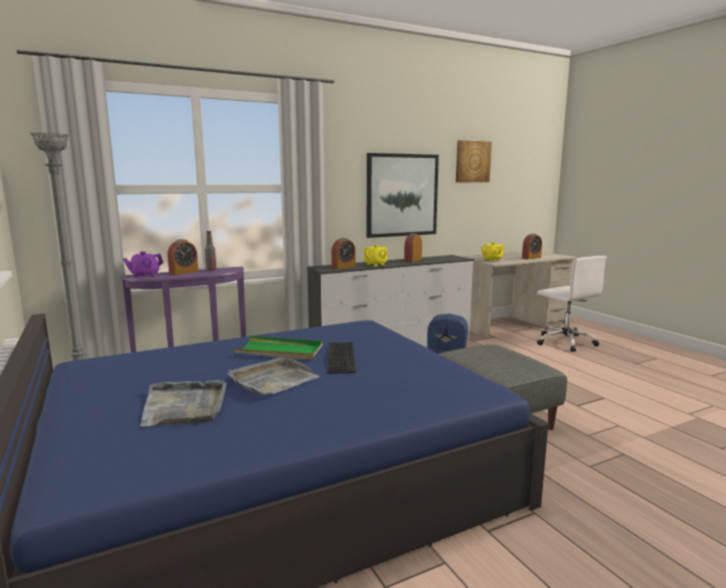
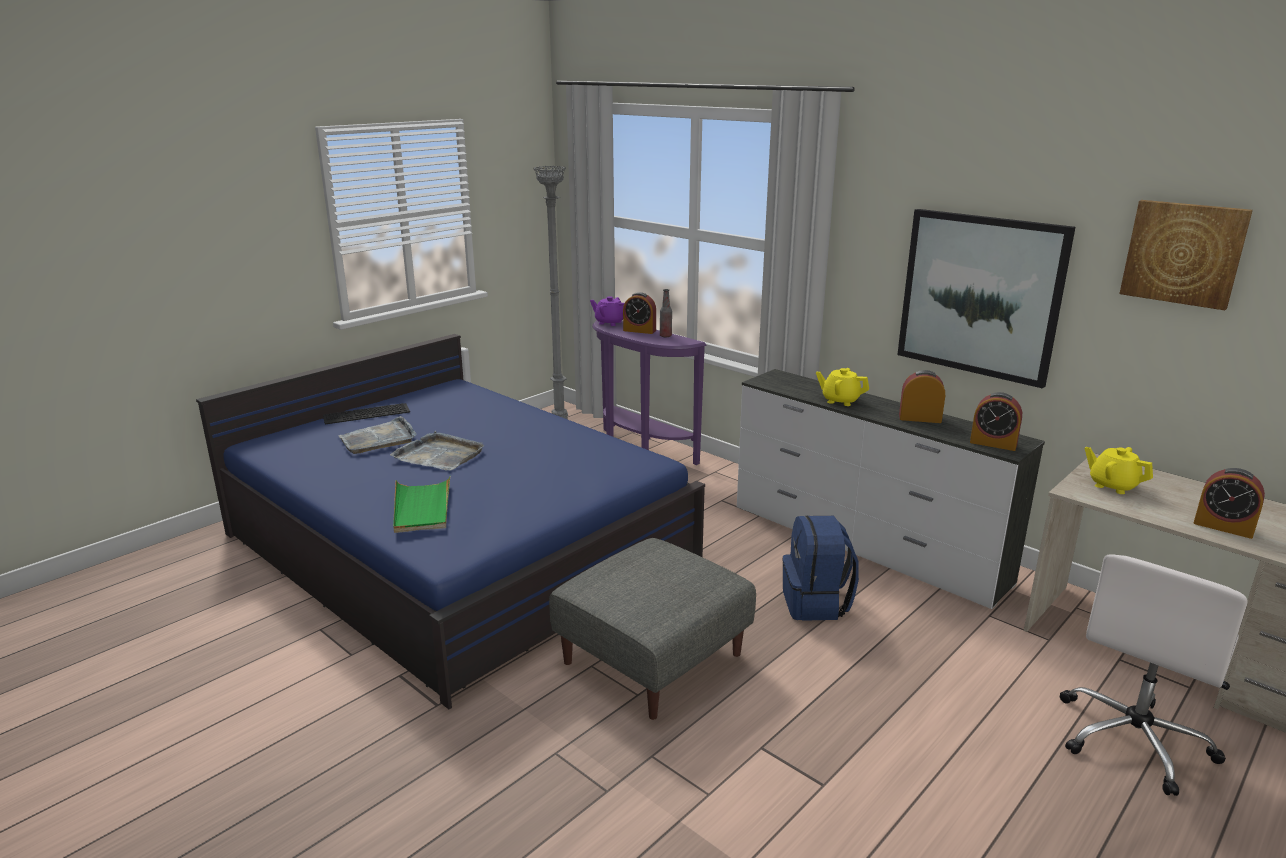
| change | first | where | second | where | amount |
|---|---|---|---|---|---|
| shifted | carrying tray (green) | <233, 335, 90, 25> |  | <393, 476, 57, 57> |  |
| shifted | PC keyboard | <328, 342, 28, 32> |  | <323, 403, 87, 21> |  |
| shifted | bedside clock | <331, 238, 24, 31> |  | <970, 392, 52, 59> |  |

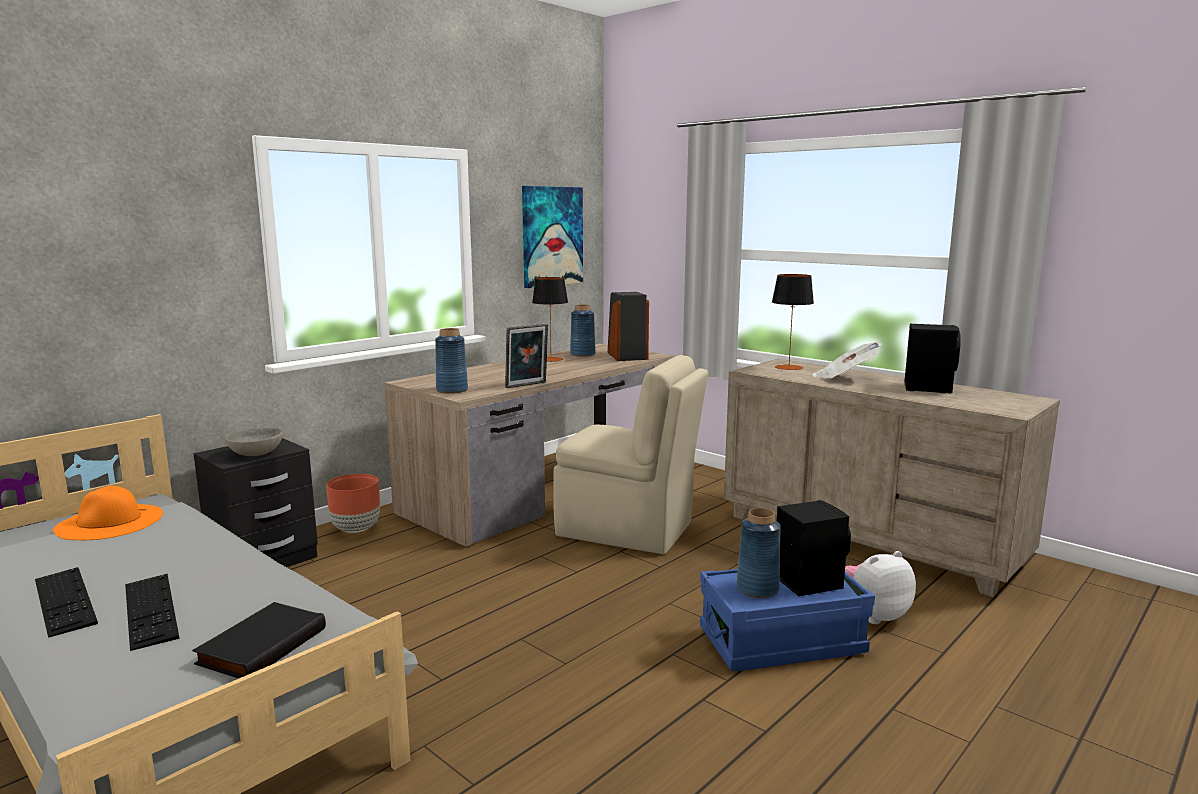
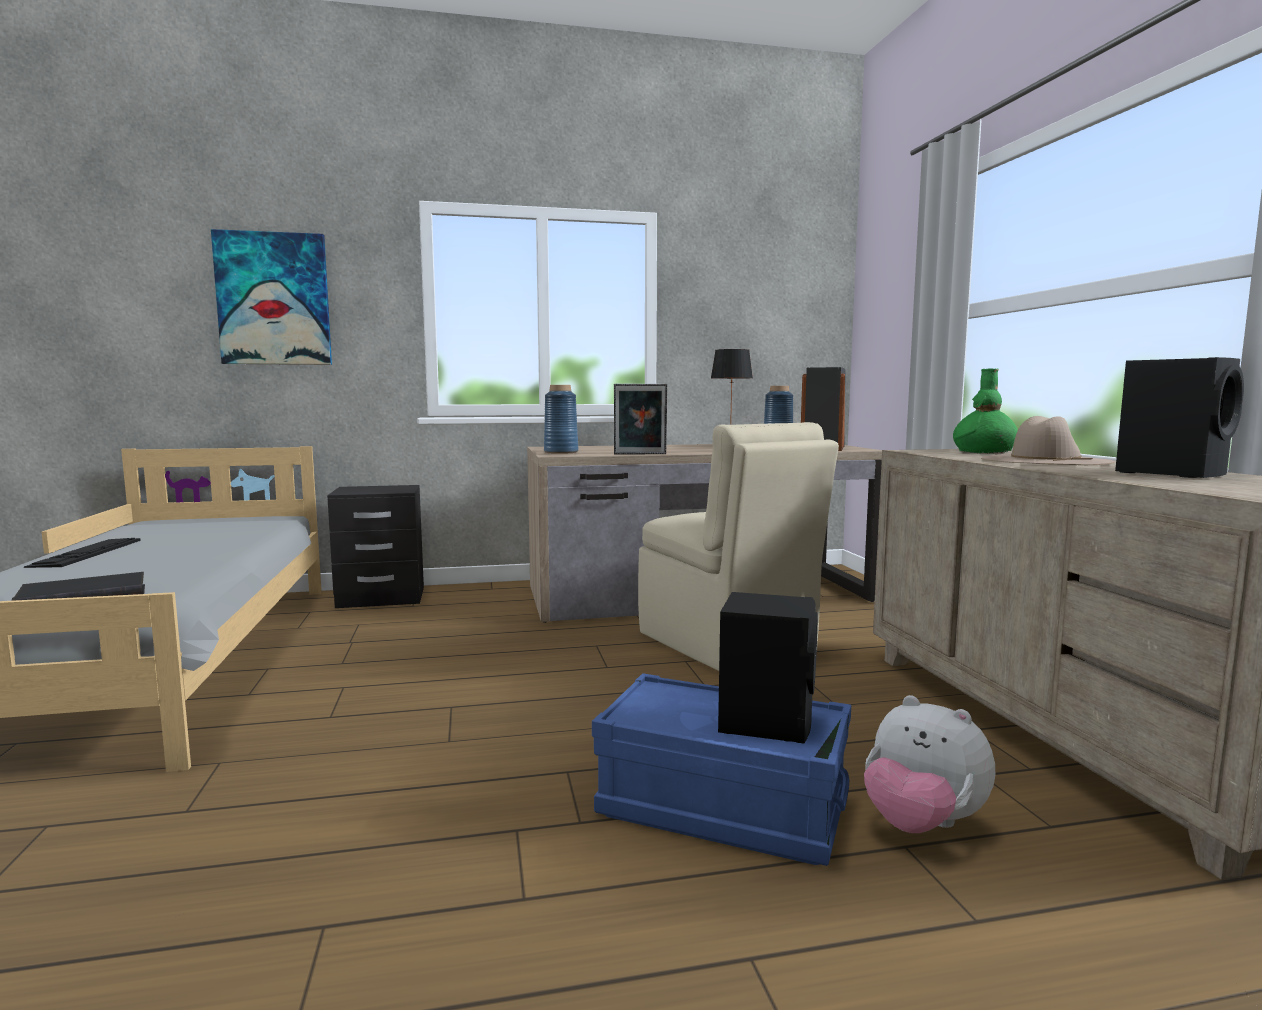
| change | first | where | second | where | amount |
|---|---|---|---|---|---|
| gone | wearable hat (orange) | <53, 486, 110, 54> |  |  |  |
| gone | PC keyboard | <125, 574, 55, 77> |  |  |  |
| gone | bowl (gray) | <225, 428, 58, 28> |  |  |  |
| gone | flower pot (brownish) | <326, 474, 54, 59> |  |  |  |
| gone | vase (blue) | <736, 508, 45, 90> |  |  |  |
| shifted | wall picture | <522, 186, 61, 102> |  | <211, 229, 121, 136> |  |
| swapped | tabletop lamp | <772, 274, 42, 96> | vase (green) | <953, 368, 65, 86> |  |
| swapped | newspaper | <812, 342, 70, 37> | wearable hat (beige) | <981, 416, 134, 49> |  |
| rotated | soft toy | <845, 551, 71, 73> |  | <864, 695, 131, 138> | 150 degrees counterclockwise |

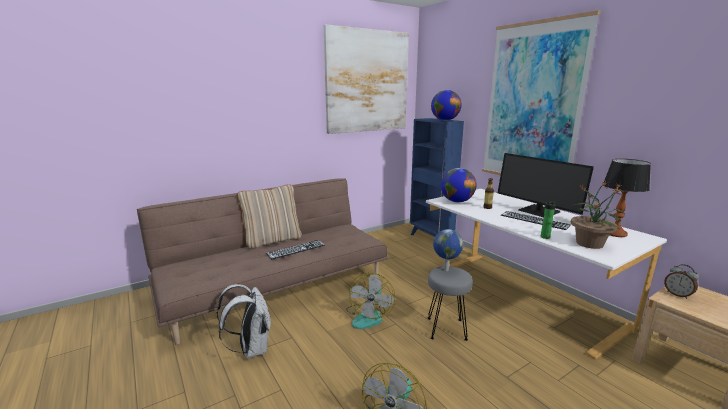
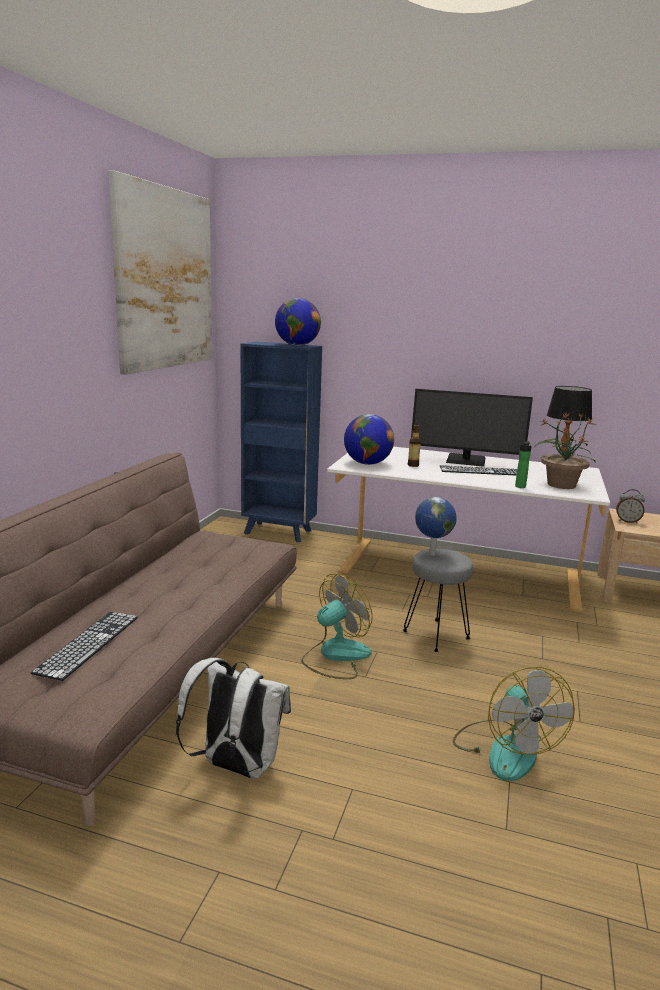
| change | first | where | second | where | amount |
|---|---|---|---|---|---|
| gone | pillow (beige) | <237, 184, 65, 65> |  |  |  |
| gone | wall picture | <482, 10, 119, 165> |  |  |  |
| shifted | PC keyboard | <266, 240, 59, 19> |  | <30, 612, 108, 69> |  |
| rotated | cooling fan | <346, 273, 49, 56> |  | <301, 574, 72, 105> | 105 degrees counterclockwise |

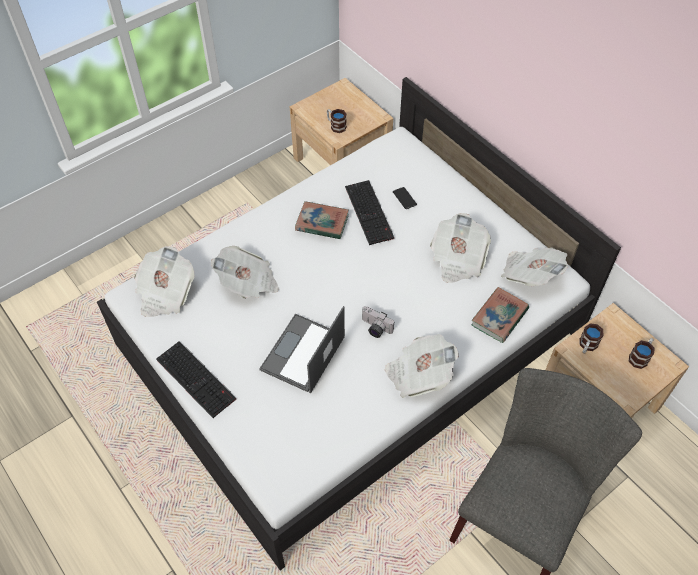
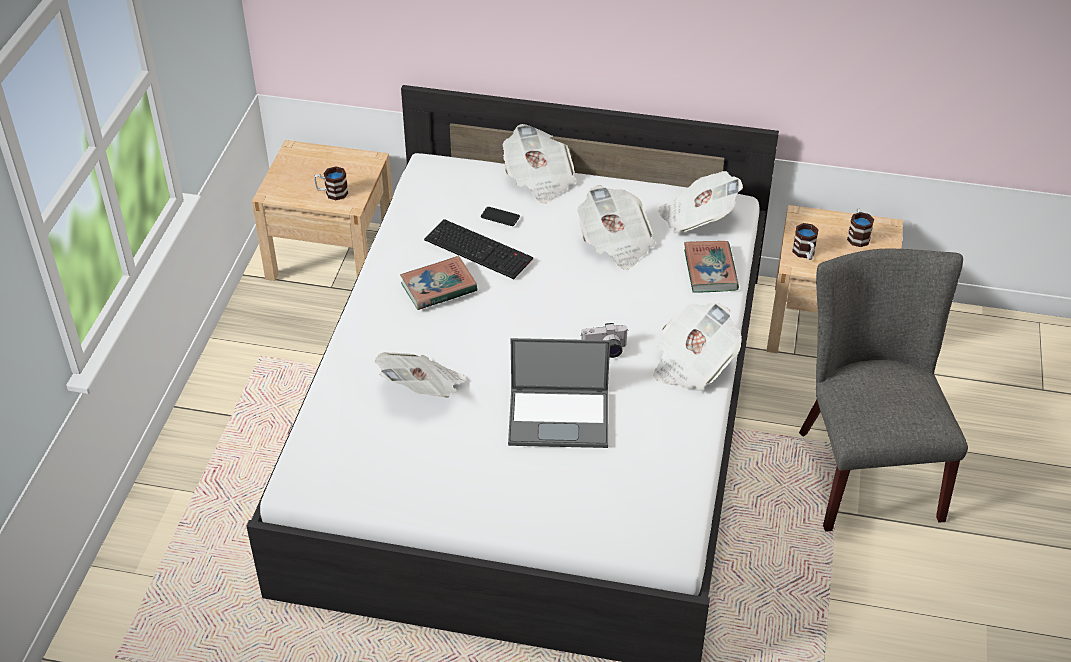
| change | first | where | second | where | amount |
|---|---|---|---|---|---|
| gone | PC keyboard | <156, 341, 81, 77> |  |  |  |
| shifted | newspaper | <134, 246, 60, 71> |  | <503, 124, 73, 80> |  |
| rotated | notebook computer | <259, 306, 86, 87> |  | <508, 338, 102, 110> | 75 degrees counterclockwise |

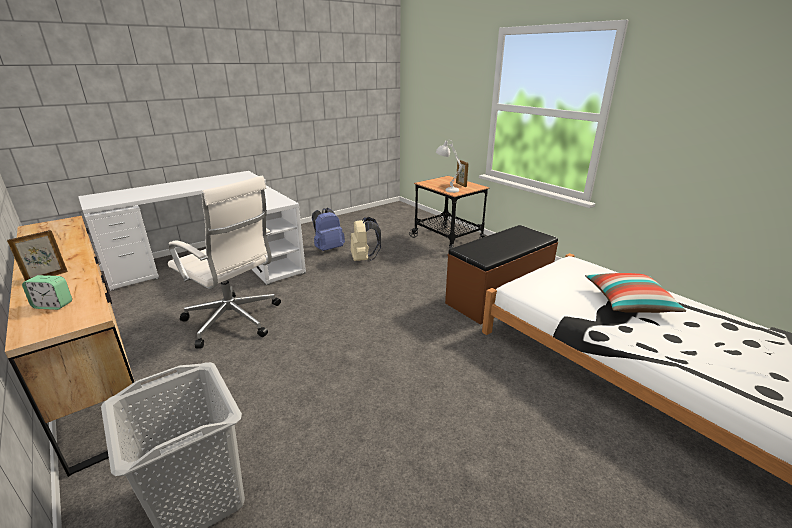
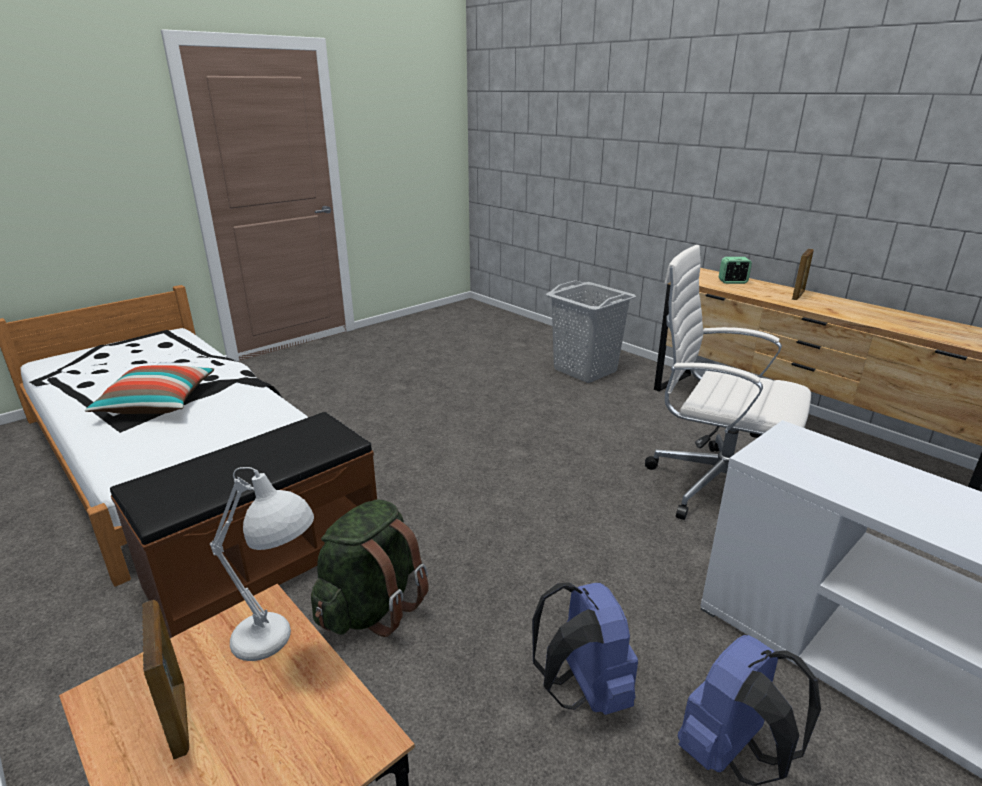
| change | first | where | second | where | amount |
|---|---|---|---|---|---|
| new |  |  | backpack (green) | <311, 499, 118, 138> |  |
| repainted | backpack (beige) | <351, 217, 30, 44> | backpack (blue) | <532, 582, 106, 133> |  |

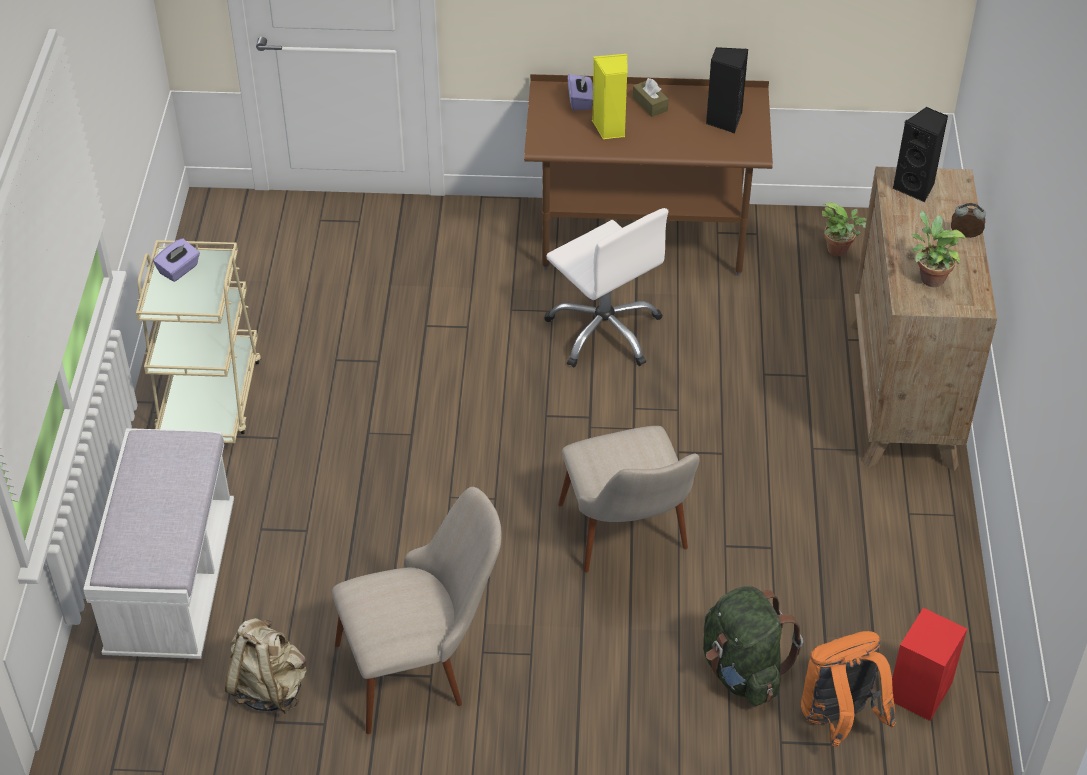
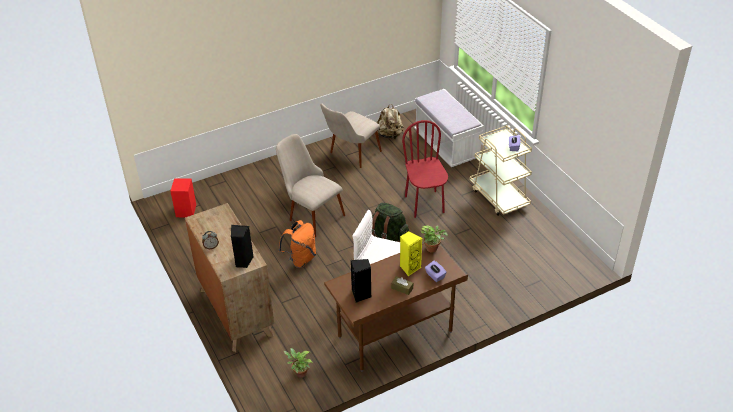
| change | first | where | second | where | amount |
|---|---|---|---|---|---|
| new |  |  | plain chair (red-coloured) | <402, 120, 46, 98> |  |
| shifted | backpack (green) | <703, 586, 100, 120> |  | <372, 203, 37, 39> |  |
| shifted | backpack (orange) | <801, 631, 95, 116> |  | <278, 220, 38, 48> |  |
| shifted | plant in a pot | <912, 210, 55, 77> |  | <420, 225, 28, 28> |  |

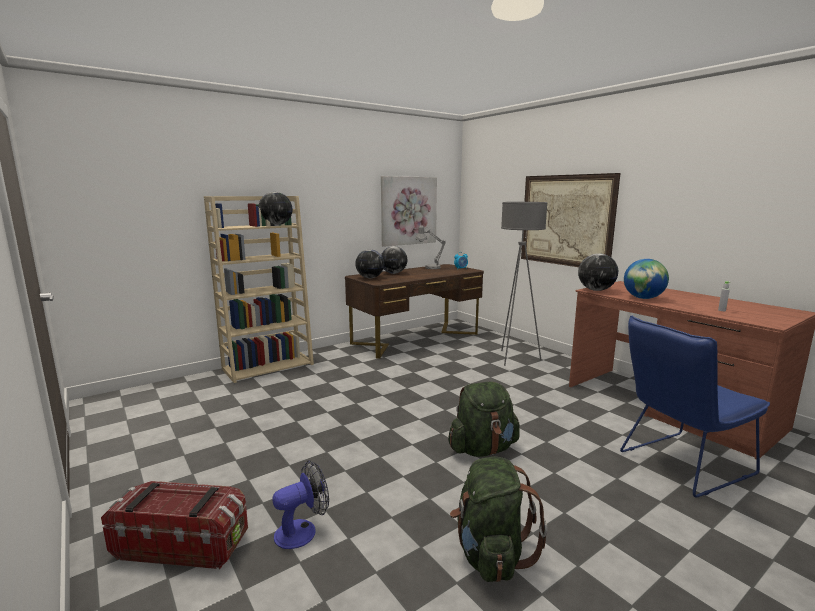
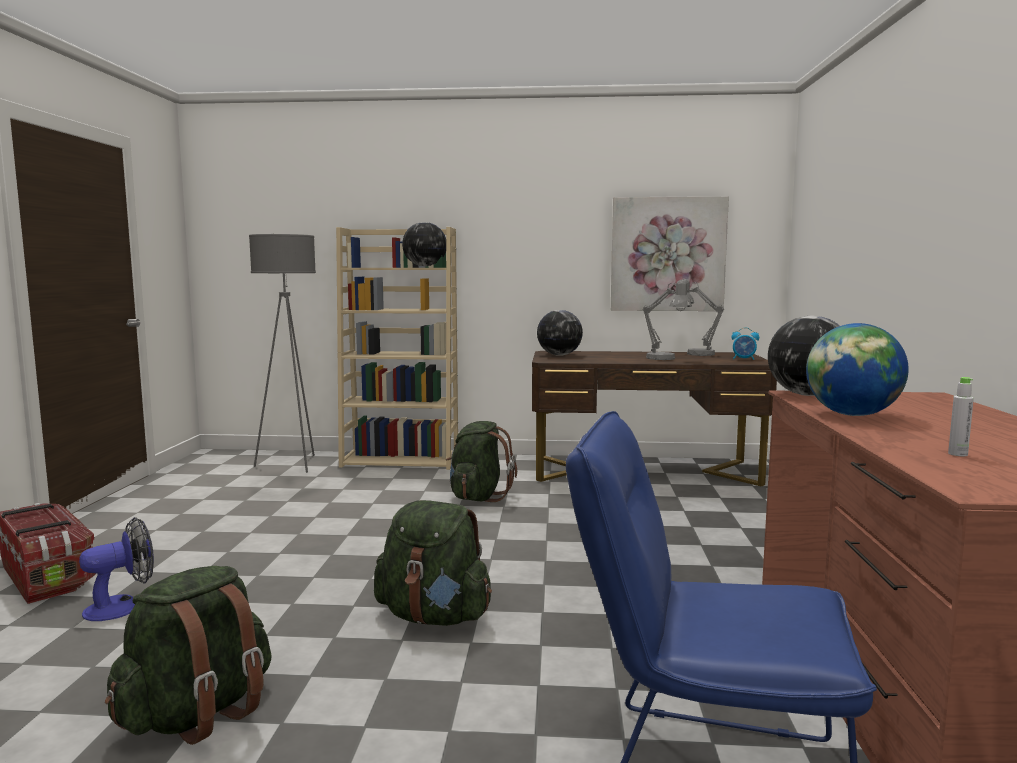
| change | first | where | second | where | amount |
|---|---|---|---|---|---|
| gone | globe | <381, 246, 26, 28> |  |  |  |
| gone | wall picture | <521, 173, 100, 94> |  |  |  |
| new |  |  | backpack (green) | <446, 421, 71, 81> |  |
| new |  |  | tabletop lamp (gray) | <642, 280, 50, 80> |  |
| shifted | floor lamp (gray) | <501, 202, 47, 164> |  | <249, 234, 67, 239> |  |
| rotated | cooling fan | <272, 460, 57, 89> |  | <79, 517, 75, 104> | 45 degrees counterclockwise |

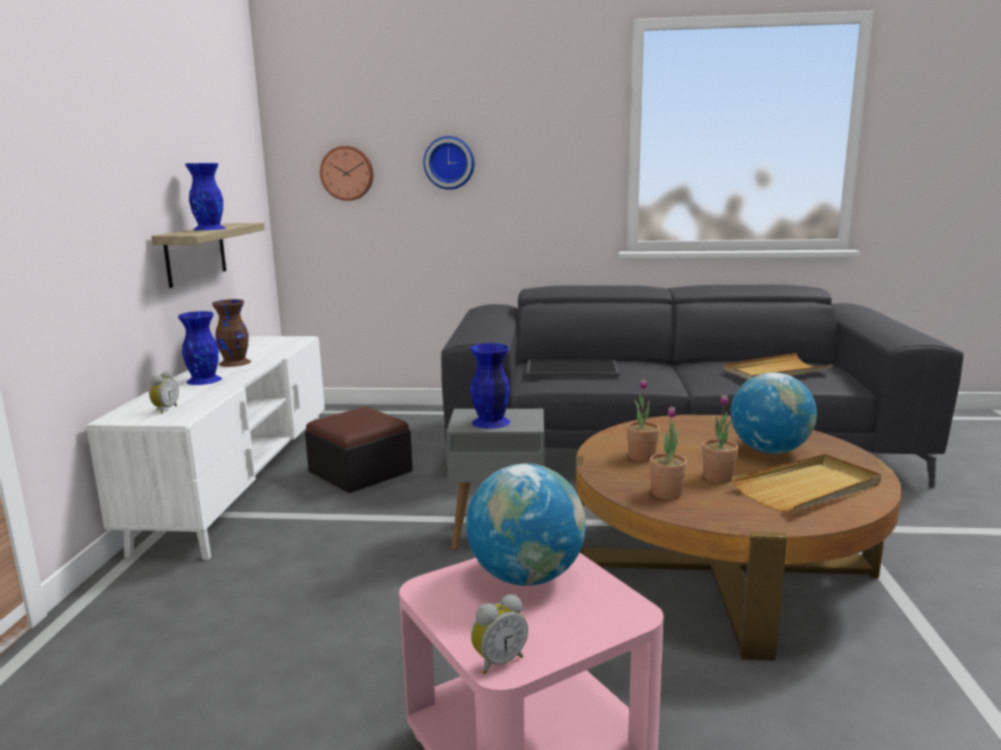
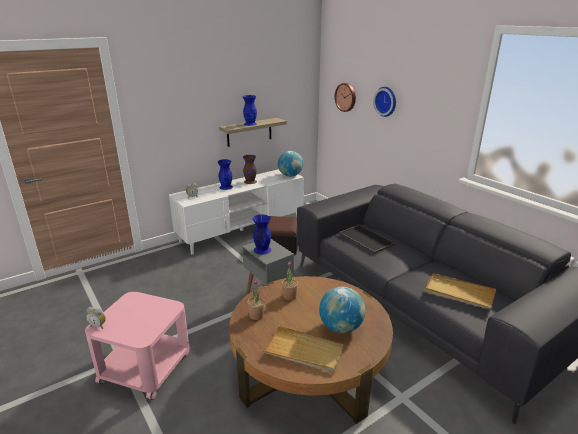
| change | first | where | second | where | amount |
|---|---|---|---|---|---|
| gone | plant in a pot | <702, 394, 36, 89> |  |  |  |
| shifted | globe | <466, 464, 120, 122> |  | <278, 151, 25, 26> |  |

